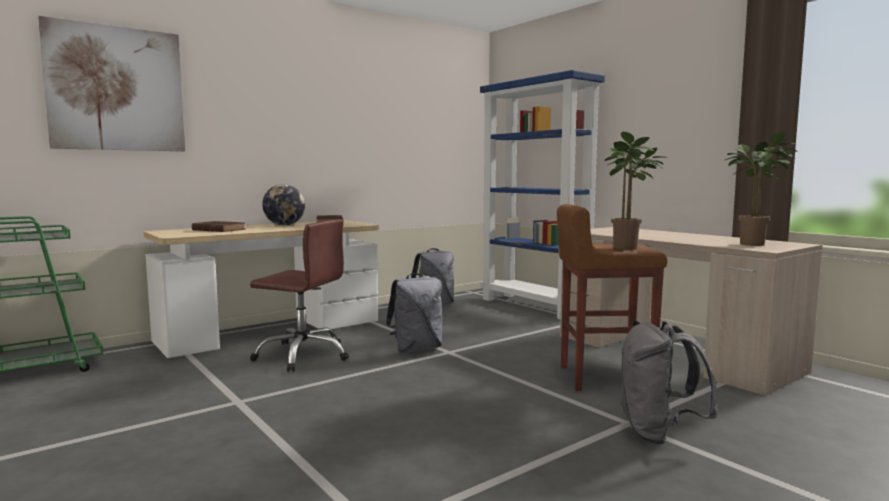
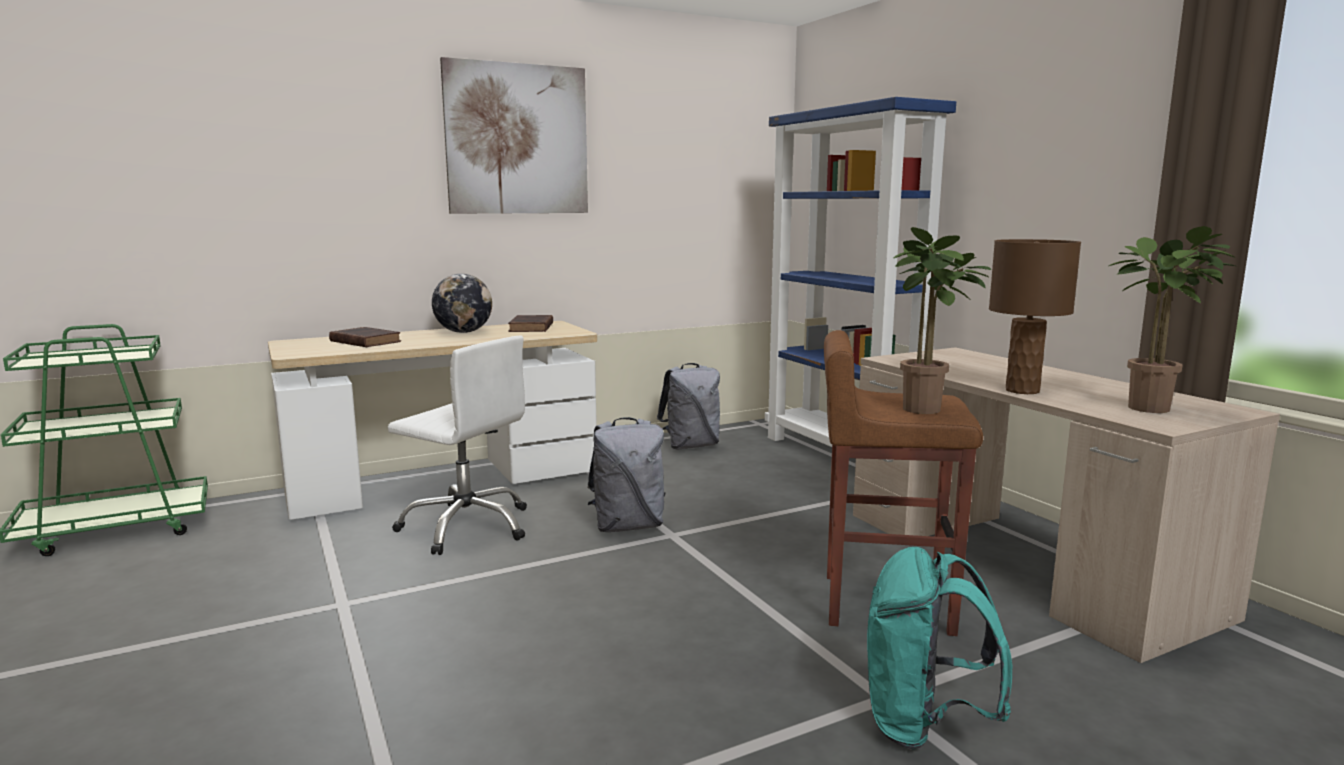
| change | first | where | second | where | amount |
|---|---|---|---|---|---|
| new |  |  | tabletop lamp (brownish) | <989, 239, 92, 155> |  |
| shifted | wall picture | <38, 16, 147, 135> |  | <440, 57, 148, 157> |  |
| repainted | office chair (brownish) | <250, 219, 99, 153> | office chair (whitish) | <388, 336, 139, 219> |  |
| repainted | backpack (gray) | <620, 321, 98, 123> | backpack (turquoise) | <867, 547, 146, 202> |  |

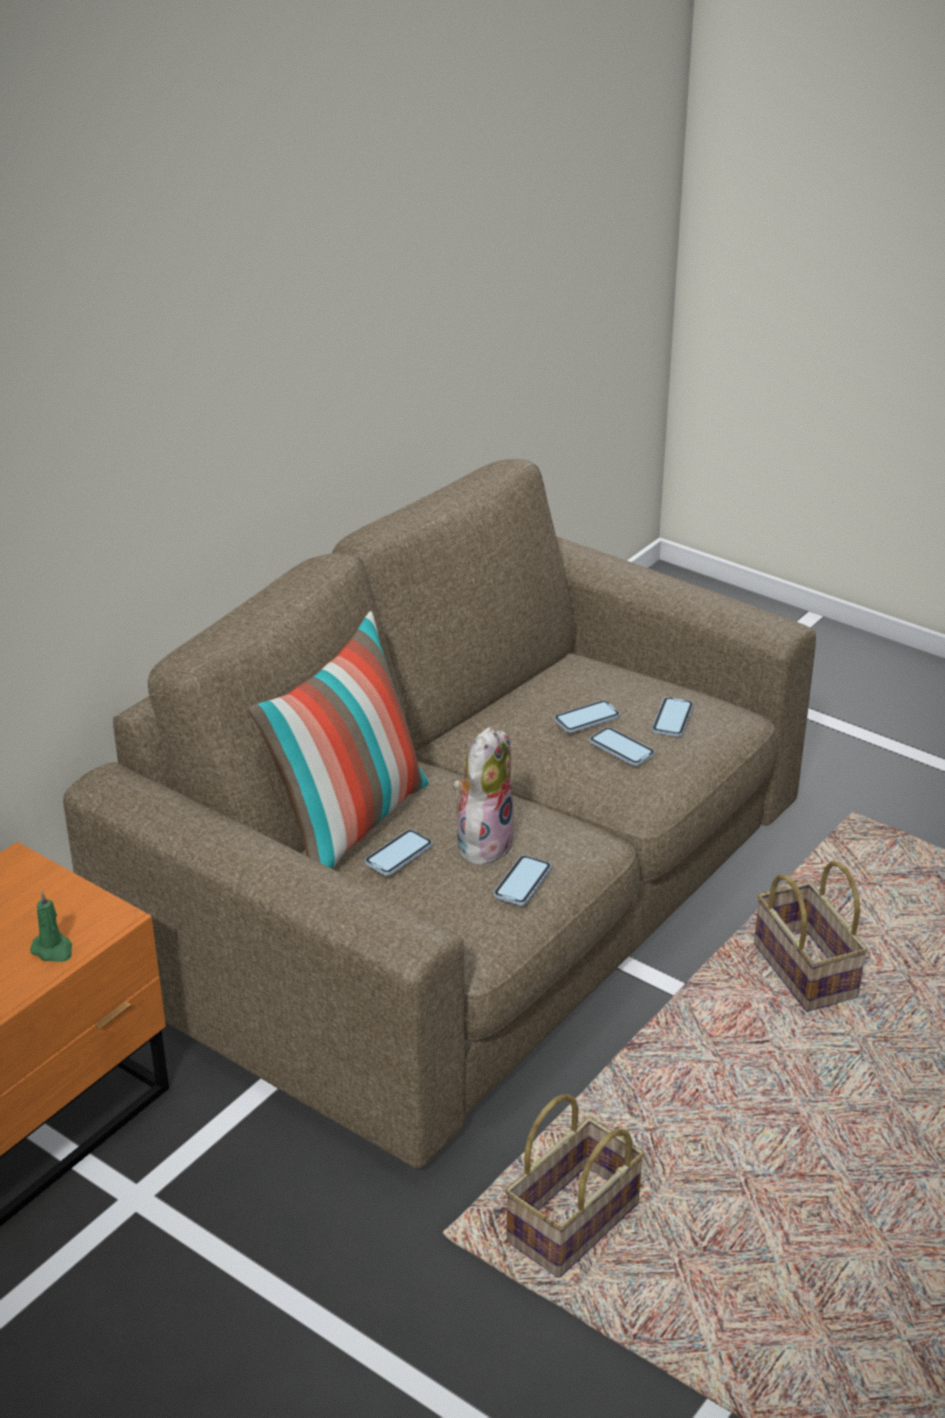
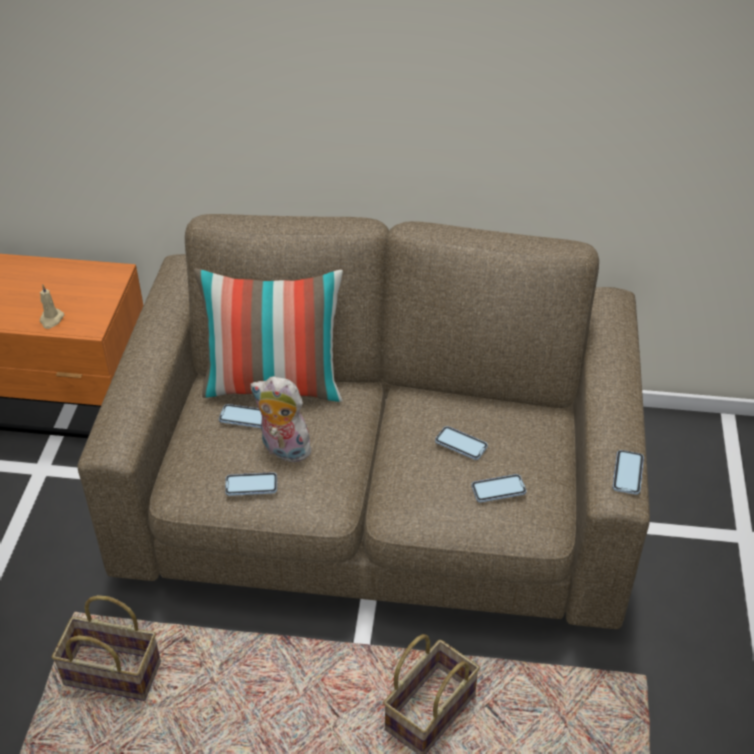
| change | first | where | second | where | amount |
|---|---|---|---|---|---|
| shifted | handset | <589, 727, 66, 39> |  | <612, 450, 32, 45> |  |
| repainted | wax light (green) | <30, 891, 42, 71> | wax light (beige) | <40, 285, 24, 44> |  |
| rotated | soft toy | <453, 727, 62, 139> |  | <250, 376, 64, 86> | 150 degrees counterclockwise |

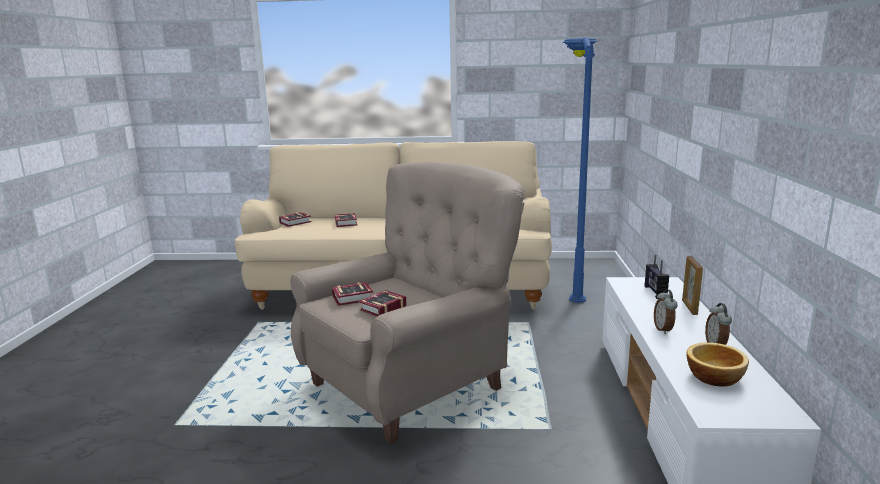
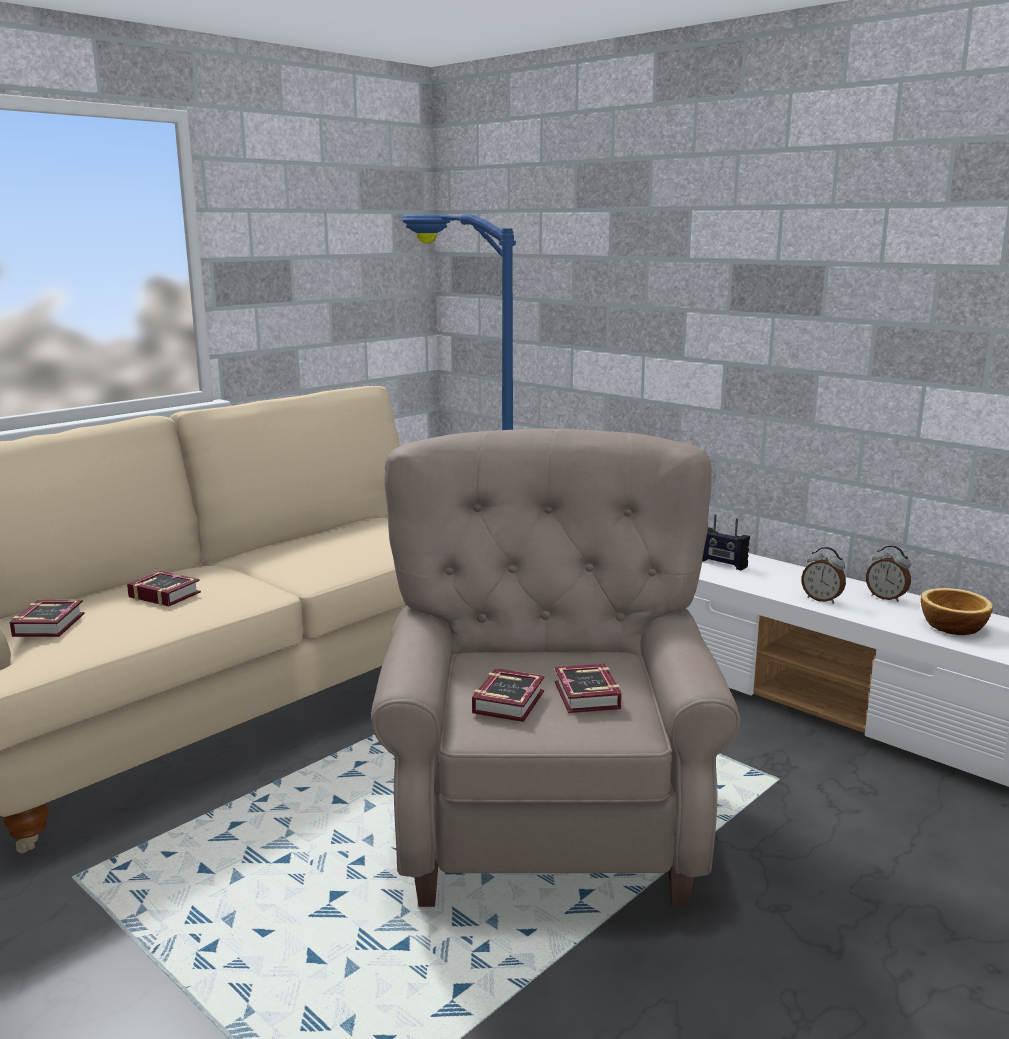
| change | first | where | second | where | amount |
|---|---|---|---|---|---|
| gone | photo frame | <682, 256, 21, 59> |  |  |  |

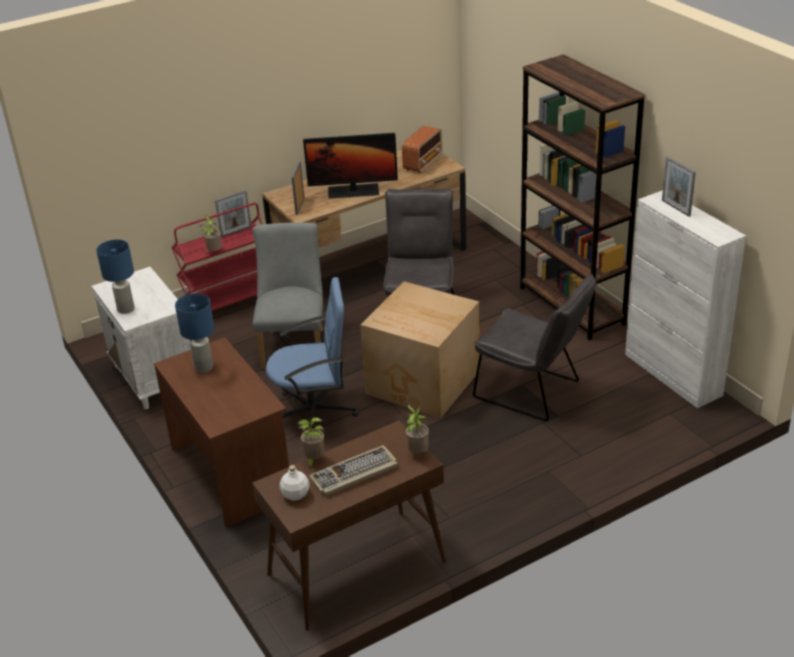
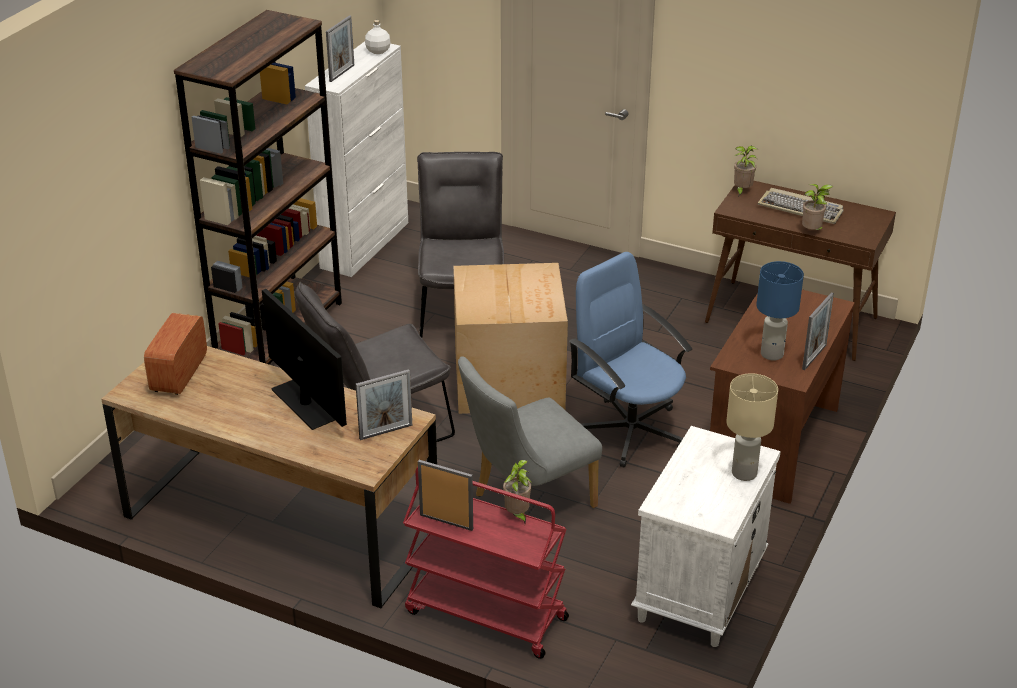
| change | first | where | second | where | amount |
|---|---|---|---|---|---|
| new |  |  | photo frame | <802, 292, 32, 78> |  |
| shifted | bottle (whitish) | <280, 465, 30, 36> |  | <365, 20, 25, 34> |  |
| repainted | tabletop lamp (blue) | <96, 240, 39, 74> | tabletop lamp (beige) | <726, 374, 52, 107> |  |
| rotated | radio set | <402, 126, 40, 47> |  | <144, 313, 63, 82> | 75 degrees counterclockwise |

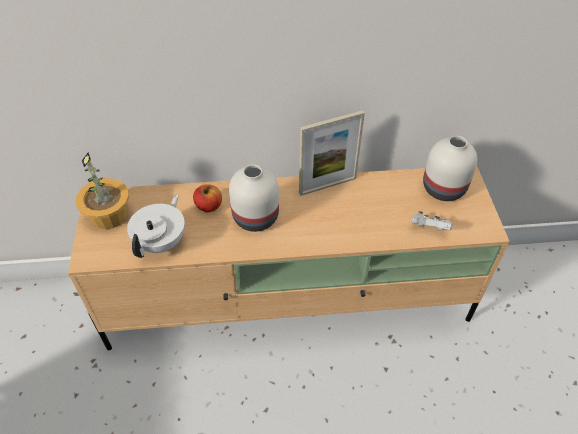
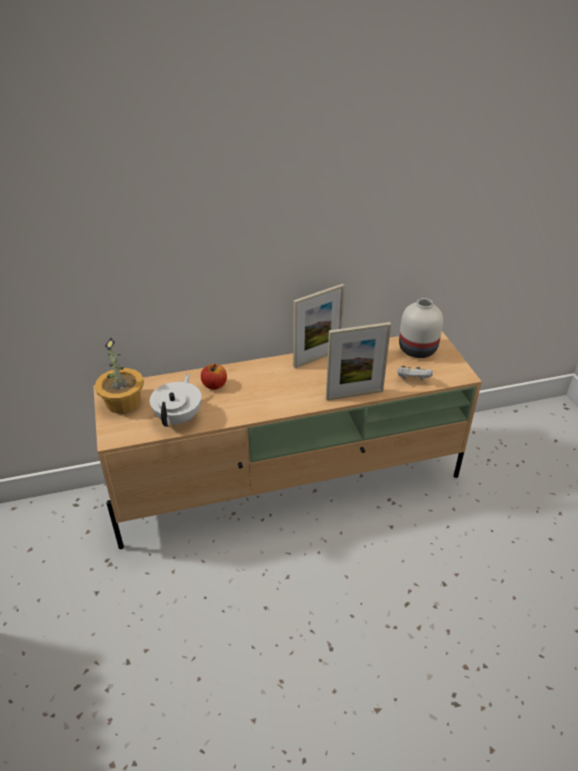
| change | first | where | second | where | amount |
|---|---|---|---|---|---|
| gone | vase (whitish) | <229, 164, 50, 68> |  |  |  |
| new |  |  | photo frame | <326, 322, 65, 78> |  |

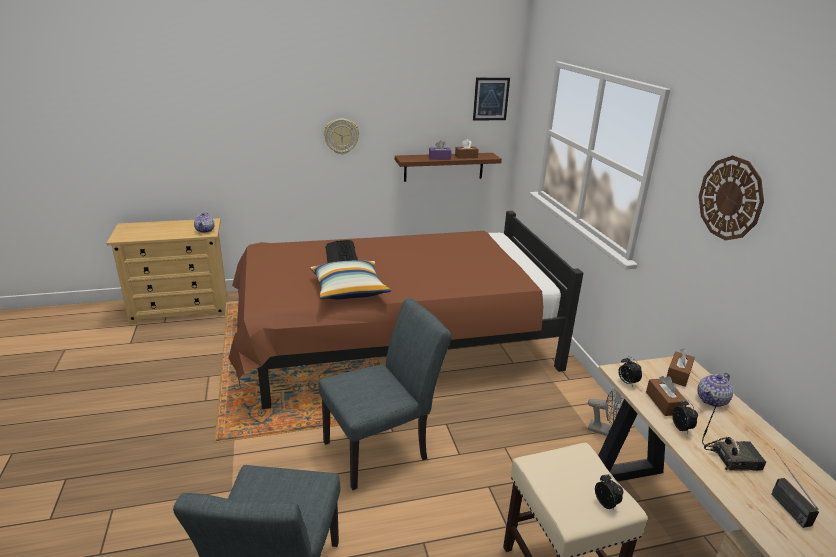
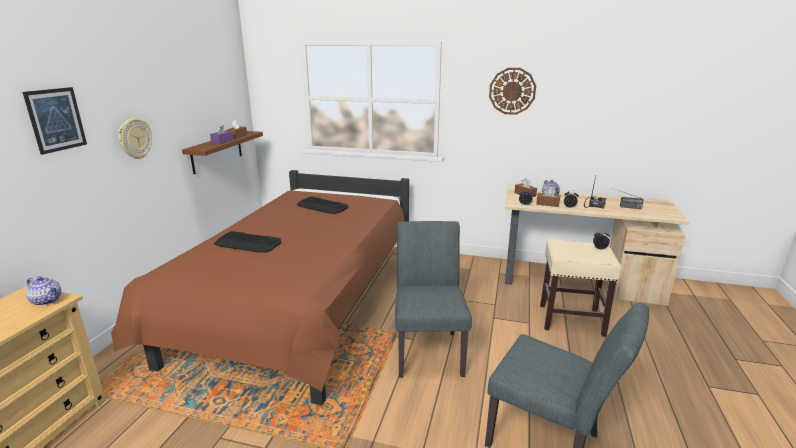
| change | first | where | second | where | amount |
|---|---|---|---|---|---|
| gone | pillow | <310, 260, 81, 39> |  |  |  |
| gone | cooling fan (gray) | <588, 388, 36, 48> |  |  |  |
| new |  |  | PC keyboard | <296, 197, 52, 17> |  |
| shifted | wall picture | <473, 78, 37, 43> |  | <22, 87, 65, 68> |  |

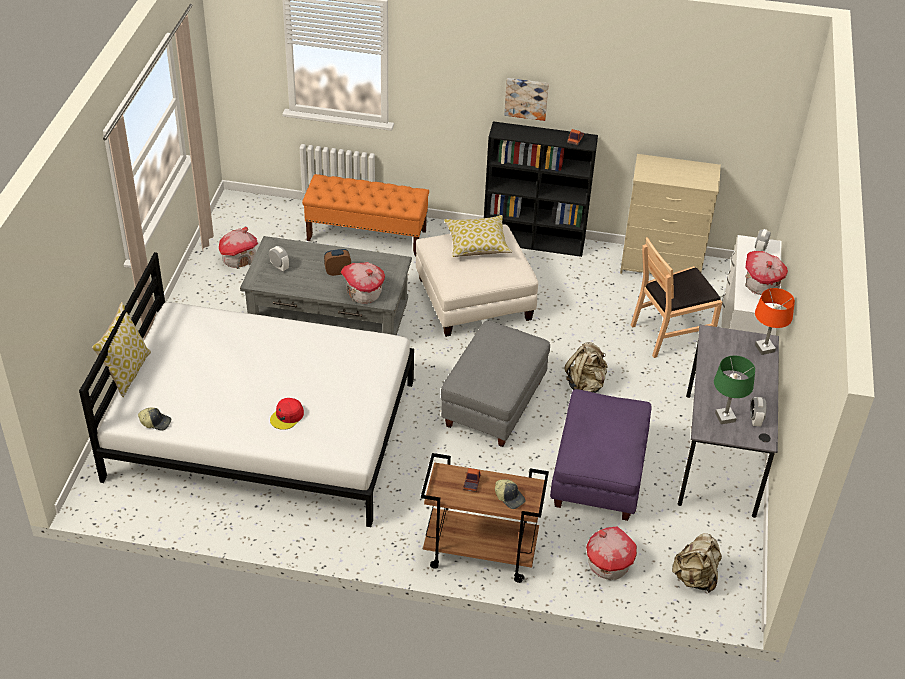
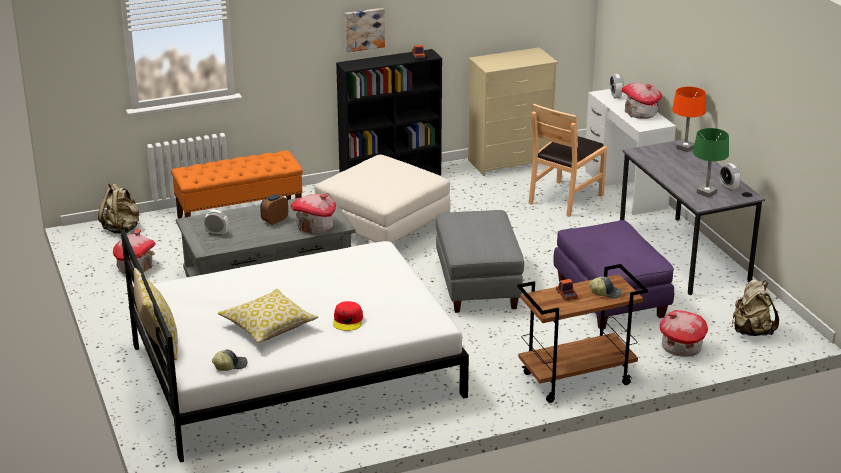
| change | first | where | second | where | amount |
|---|---|---|---|---|---|
| shifted | pillow | <444, 215, 68, 42> |  | <218, 289, 100, 54> |  |
| shifted | backpack (beige) | <565, 342, 43, 51> |  | <98, 183, 41, 51> |  |

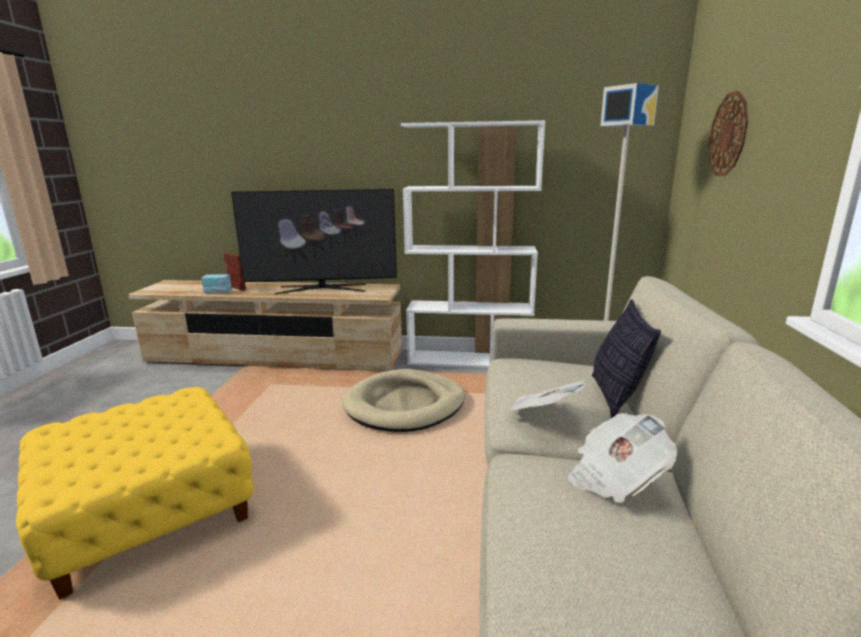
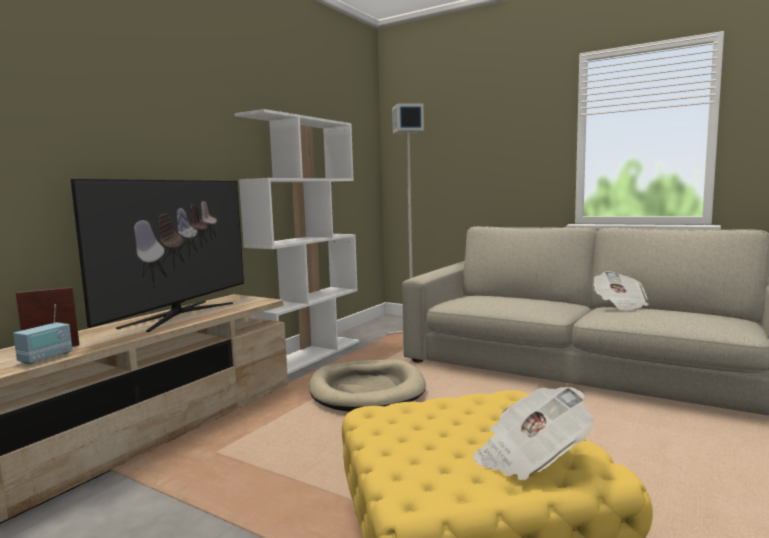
| change | first | where | second | where | amount |
|---|---|---|---|---|---|
| gone | pillow | <592, 299, 69, 119> |  |  |  |
| gone | clock on the wall | <708, 91, 40, 85> |  |  |  |
| shifted | newspaper | <506, 380, 79, 32> |  | <473, 387, 121, 93> |  |

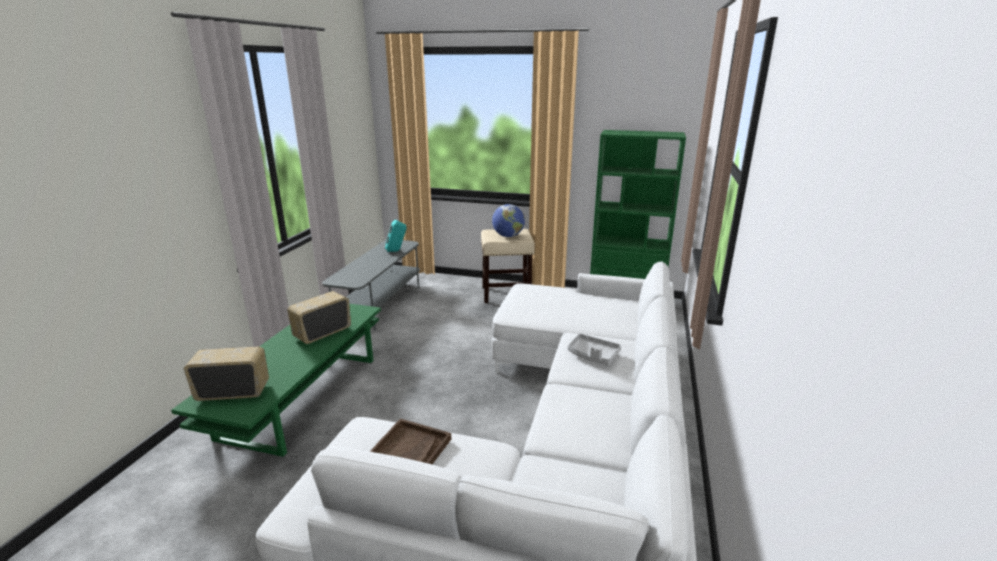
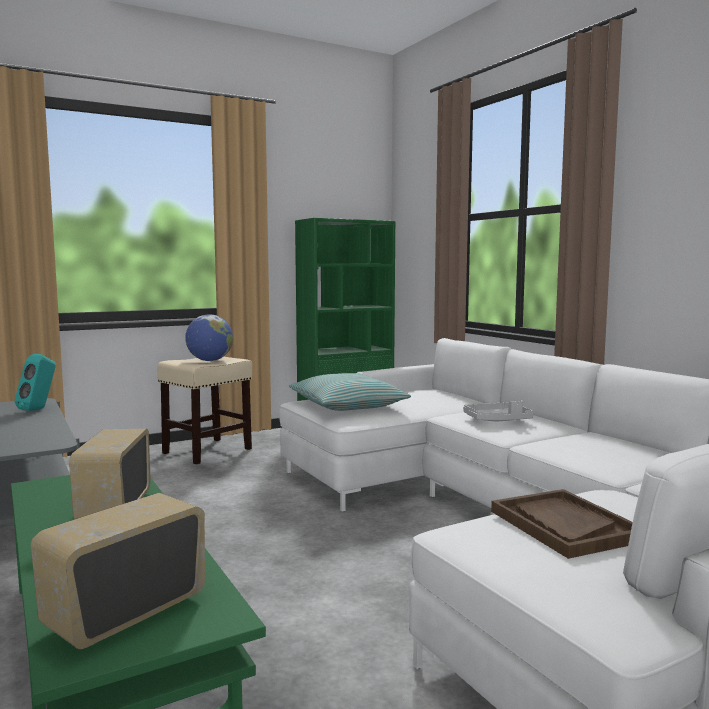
| change | first | where | second | where | amount |
|---|---|---|---|---|---|
| new |  |  | pillow | <289, 373, 122, 38> |  |

